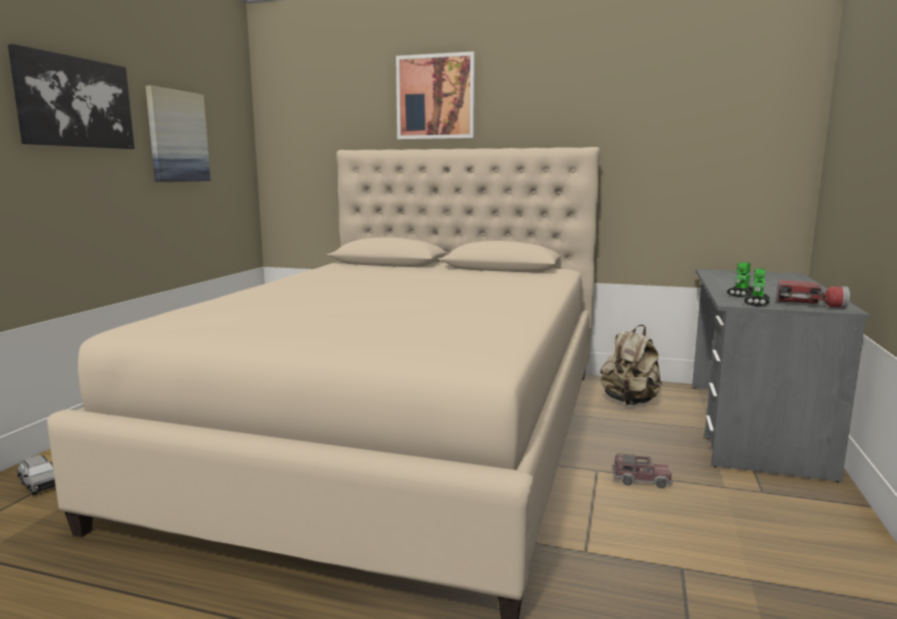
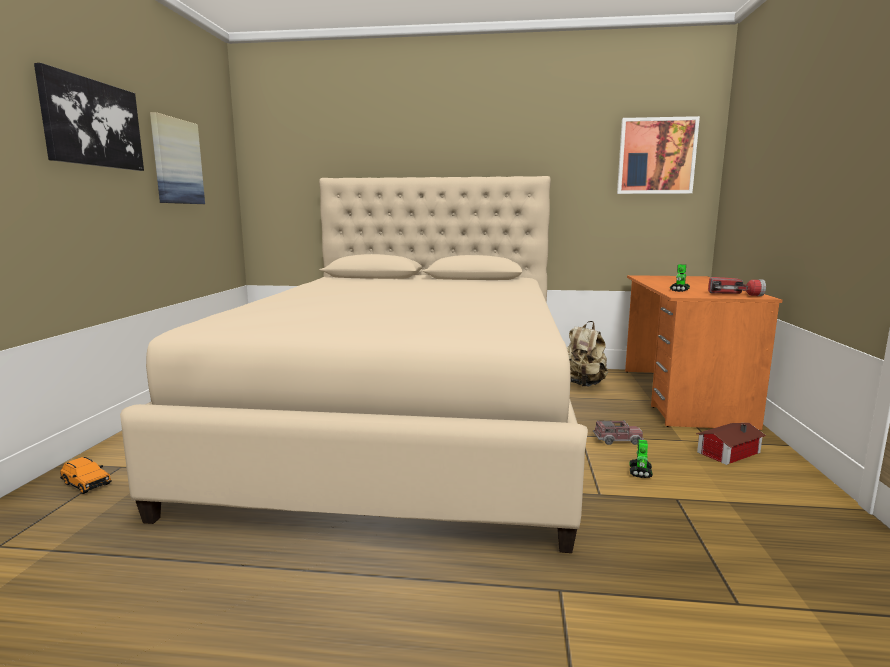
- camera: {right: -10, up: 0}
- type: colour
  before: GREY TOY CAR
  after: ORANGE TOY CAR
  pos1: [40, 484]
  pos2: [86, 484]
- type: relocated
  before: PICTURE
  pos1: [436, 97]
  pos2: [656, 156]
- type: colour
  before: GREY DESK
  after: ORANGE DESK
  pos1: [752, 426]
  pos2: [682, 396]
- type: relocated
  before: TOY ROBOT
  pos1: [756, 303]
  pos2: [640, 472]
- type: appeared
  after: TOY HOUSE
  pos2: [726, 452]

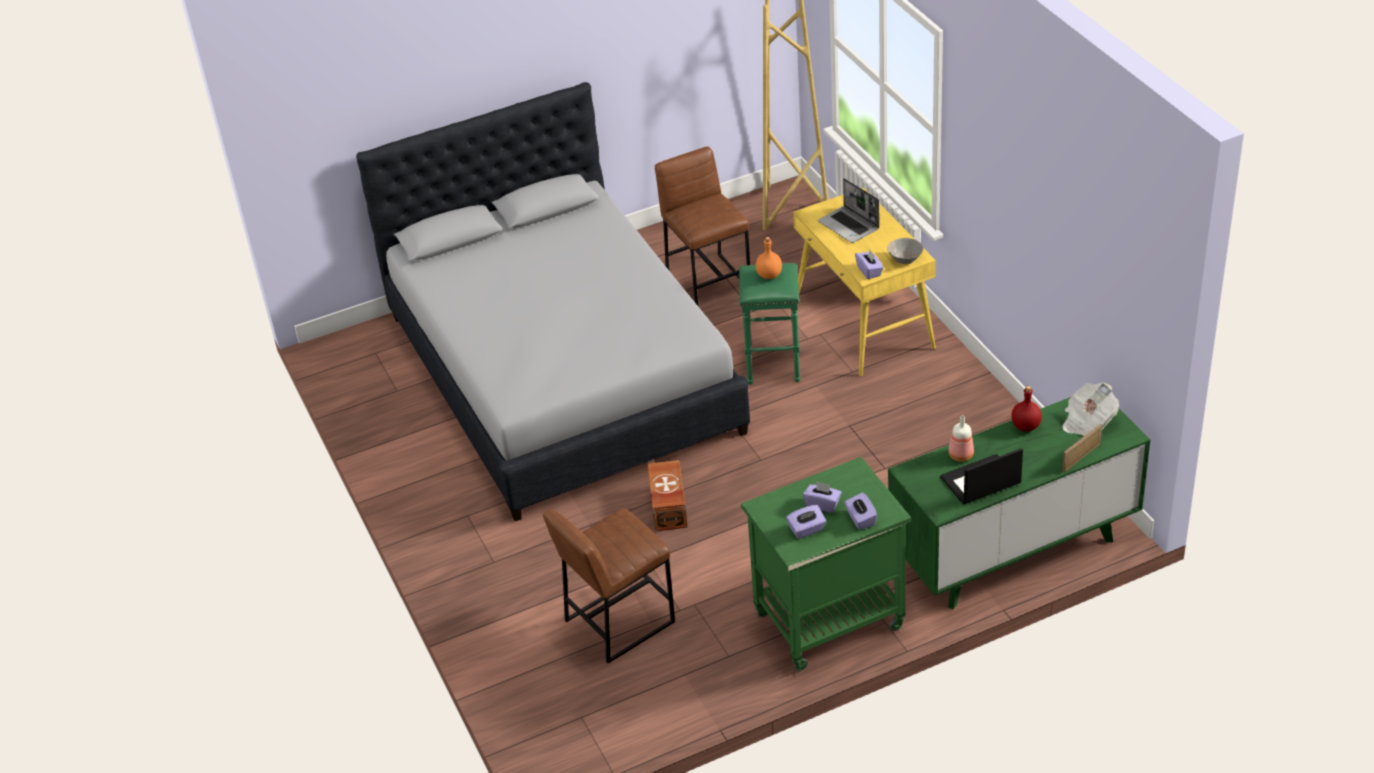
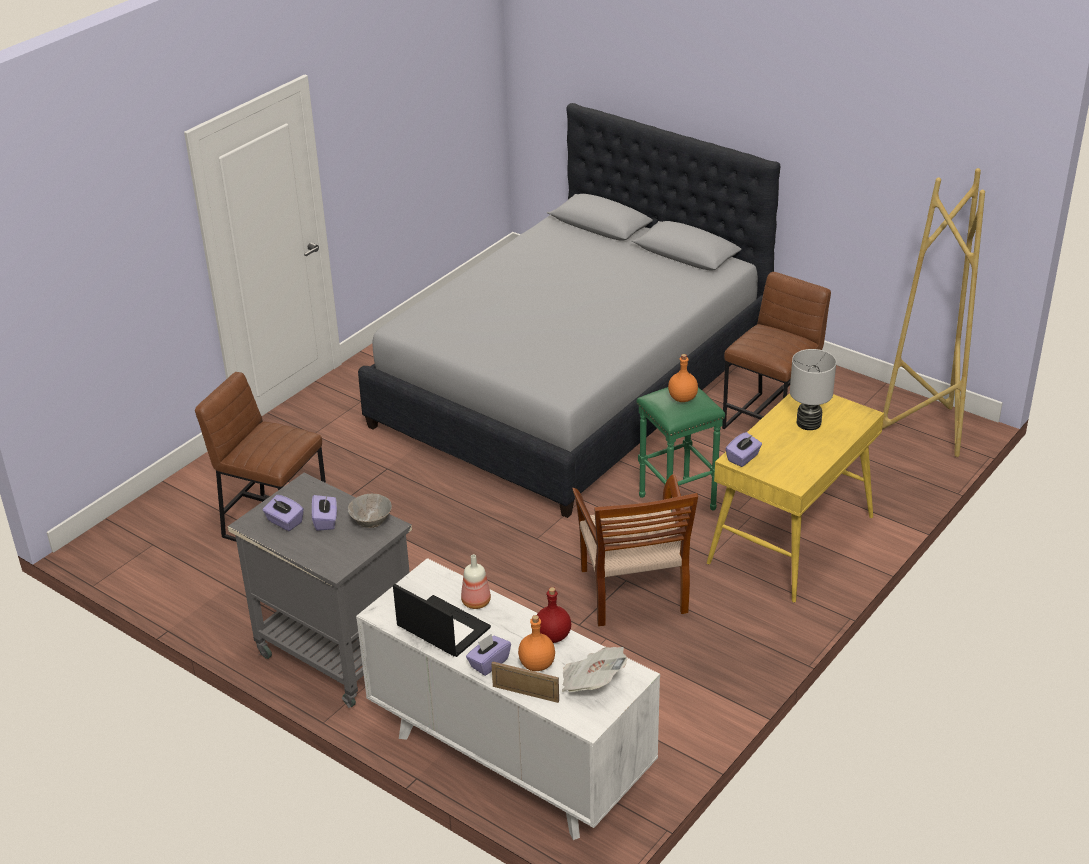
- camera: {right: 60, up: -5}
- type: missing
  before: BROWN STORAGE BOX
  pos1: [667, 507]
- type: colour
  before: GREEN CART
  after: GREY CART
  pos1: [827, 622]
  pos2: [336, 655]
- type: exchanged
  before: LAPTOP
  after: GREY TABLE LAMP
  pos1: [849, 226]
  pos2: [808, 423]
- type: relocated
  before: PURPLE TISSUE BOX
  pos1: [860, 519]
  pos2: [489, 663]
- type: relocated
  before: GREY BOWL
  pos1: [905, 260]
  pos2: [371, 522]
- type: colour
  before: GREEN DRESSER
  after: WHITE DRESSER
  pos1: [1013, 552]
  pos2: [510, 760]
- type: appeared
  after: ORANGE BOTTLE
  pos2: [537, 665]
- type: appeared
  after: BROWN ARMCHAIR
  pos2: [633, 592]

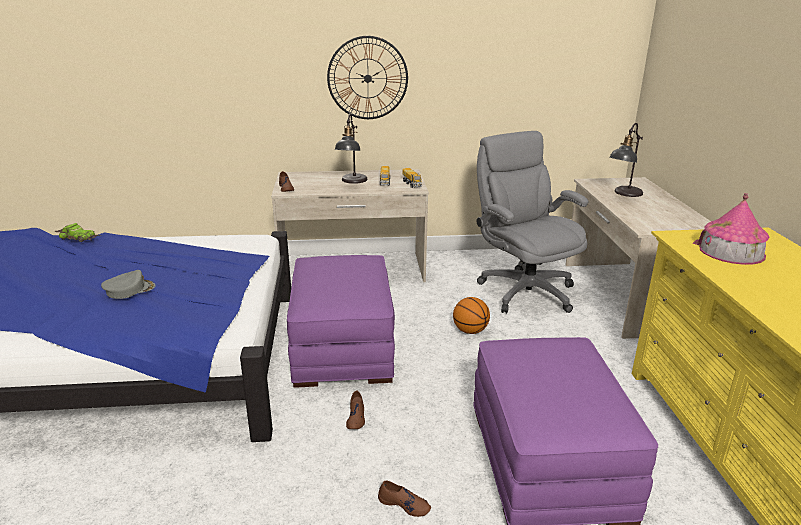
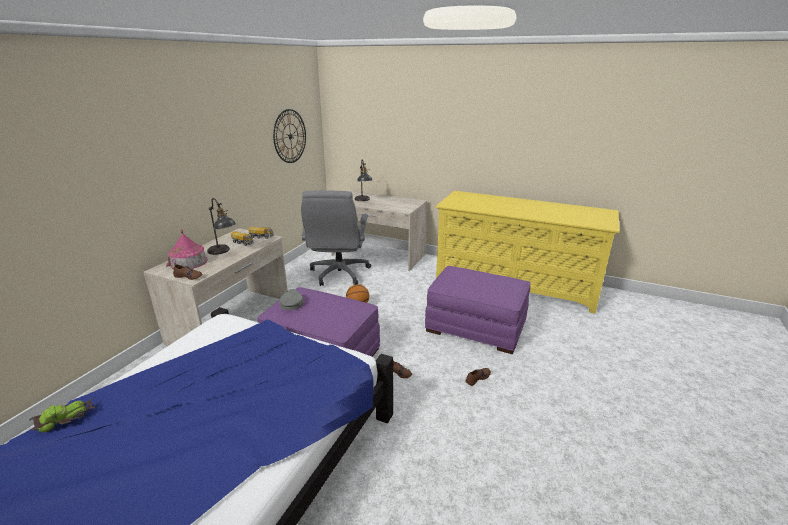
- camera: {right: -60, up: 0}
- type: relocated
  before: GREY CAP
  pos1: [129, 289]
  pos2: [292, 303]
- type: relocated
  before: WALL CLOCK
  pos1: [367, 78]
  pos2: [290, 136]
- type: spun
  before: GREY OFFICE CHAIR
  pos1: [523, 289]
  pos2: [338, 275]
  turn: -90
- type: relocated
  before: TOY HOUSE
  pos1: [731, 251]
  pos2: [188, 262]

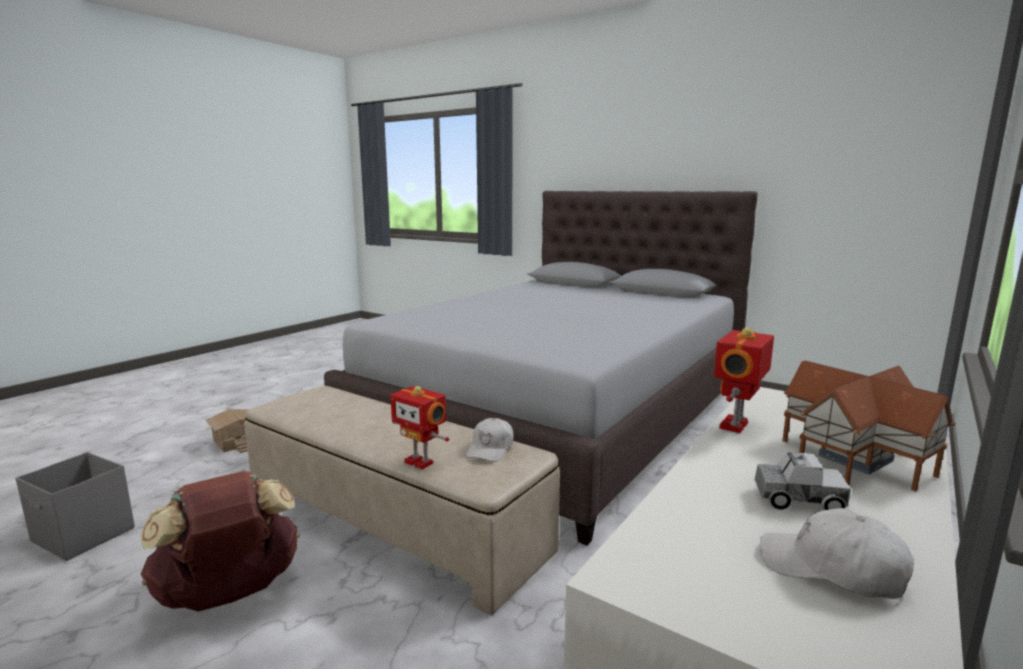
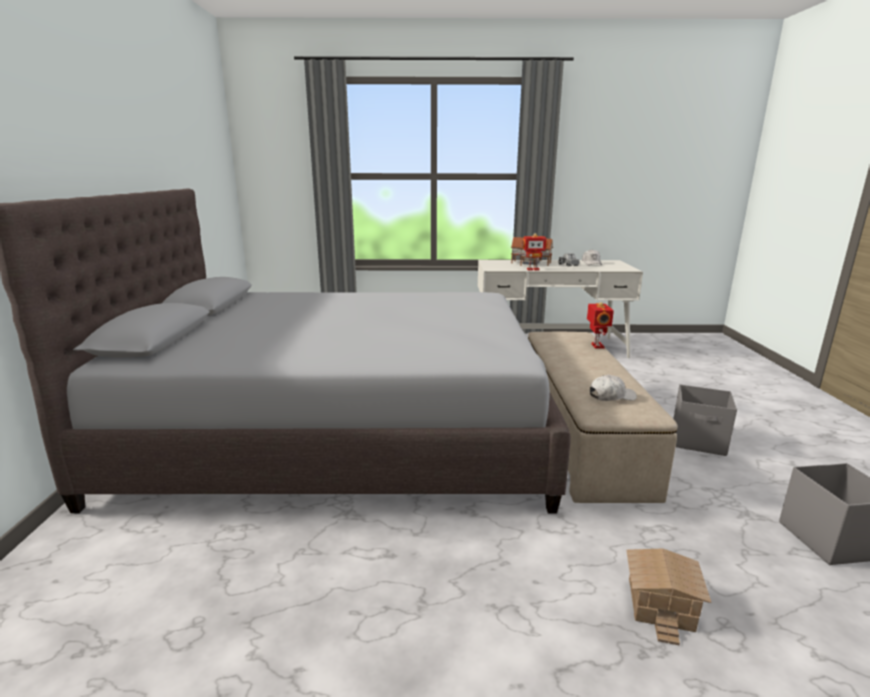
- camera: {right: -125, up: 5}
- type: exchanged
  before: BROWN BACKPACK
  after: GREY STORAGE BOX
  pos1: [230, 594]
  pos2: [699, 441]
- type: relocated
  before: WHITE CAP
  pos1: [490, 449]
  pos2: [611, 396]

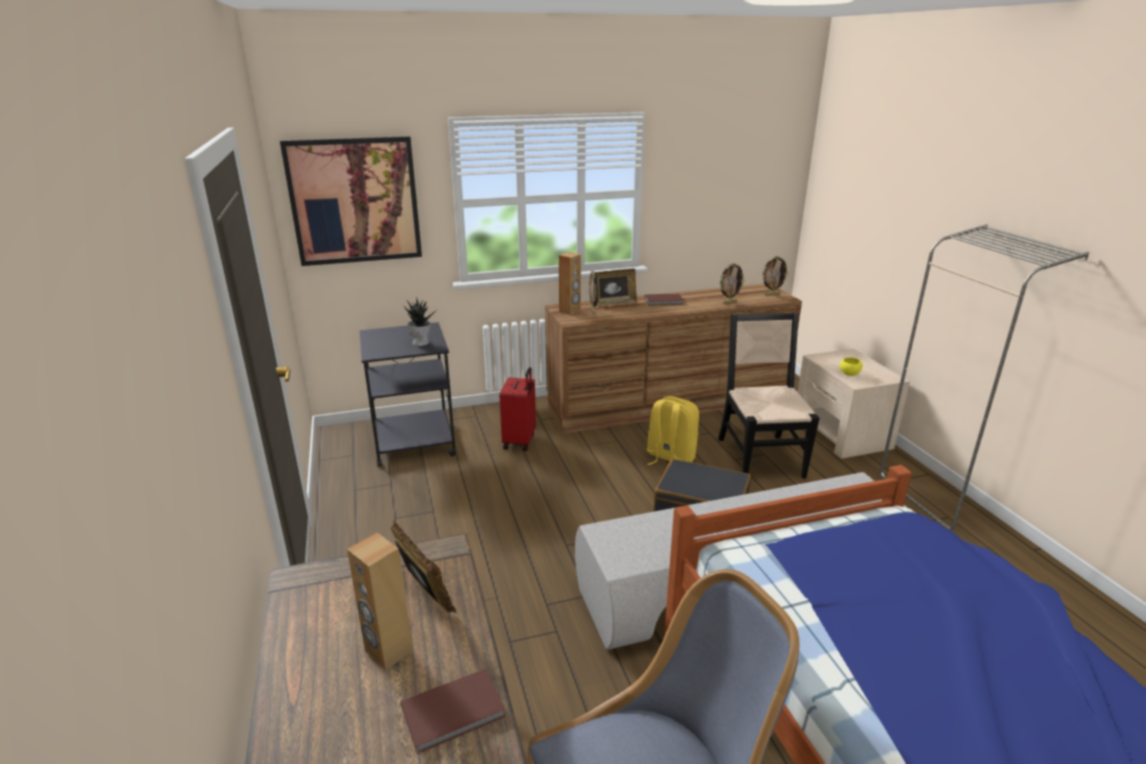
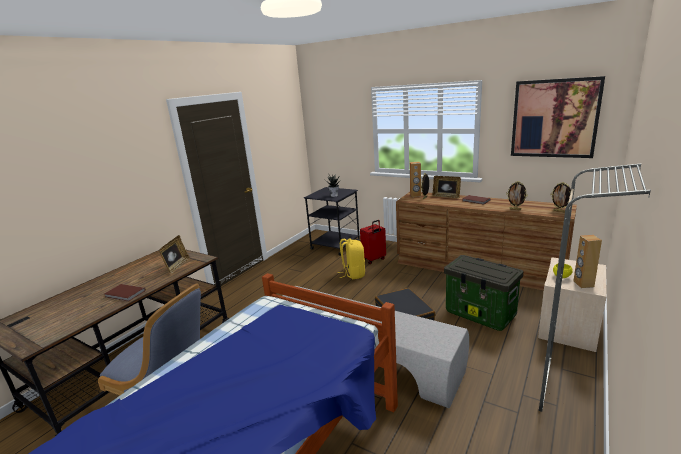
- camera: {right: 50, up: -5}
- type: relocated
  before: PICTURE
  pos1: [355, 201]
  pos2: [554, 118]
- type: relocated
  before: BROWN SPEAKER
  pos1: [388, 651]
  pos2: [583, 284]
- type: relocated
  before: YELLOW BACKPACK
  pos1: [669, 457]
  pos2: [353, 274]
- type: exchanged
  before: CHAIR
  after: STORAGE BOX
  pos1: [760, 458]
  pos2: [481, 314]

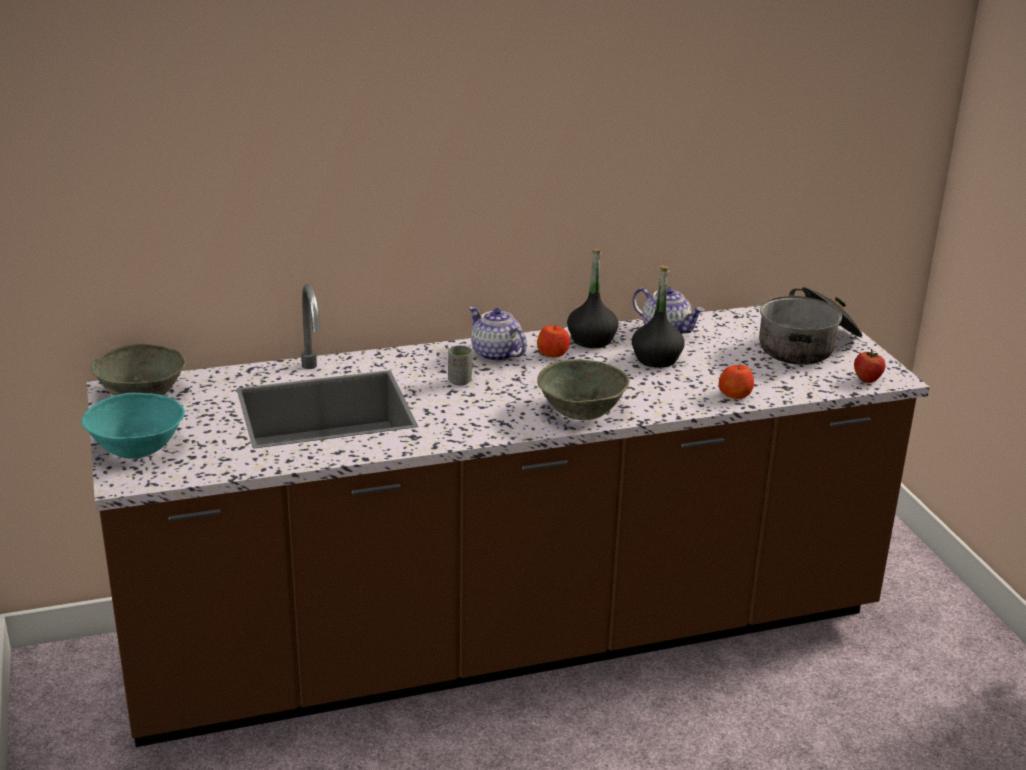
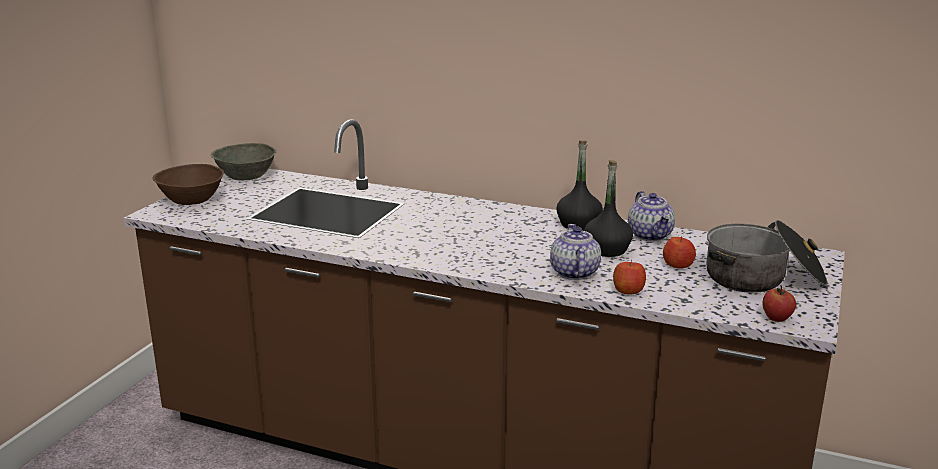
- camera: {right: 40, up: -5}
- type: colour
  before: TURQUOISE BOWL
  after: BROWN BOWL
  pos1: [137, 447]
  pos2: [193, 200]
- type: missing
  before: GREY CUP
  pos1: [460, 381]
- type: relocated
  before: TEAPOT
  pos1: [495, 354]
  pos2: [573, 272]
- type: relocated
  before: APPLE
  pos1: [553, 354]
  pos2: [678, 265]
- type: missing
  before: GREY BOWL
  pos1: [582, 411]

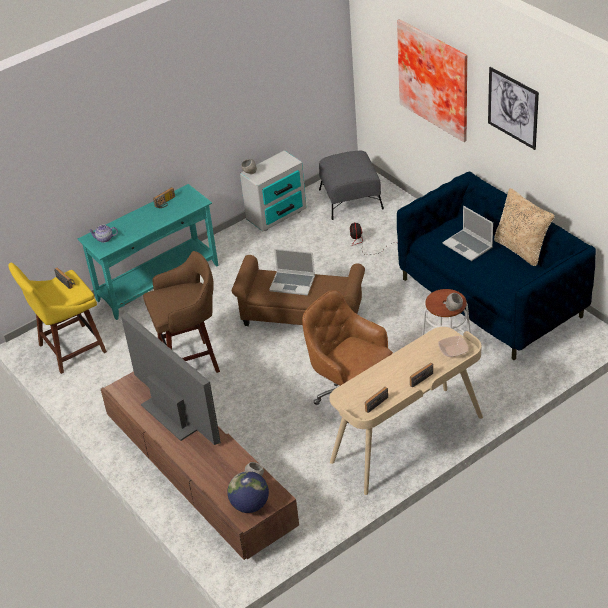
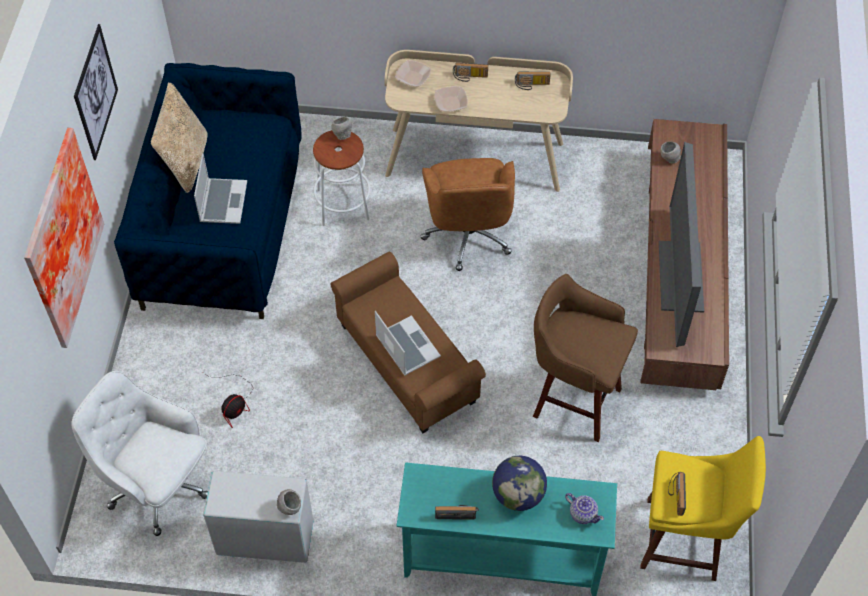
- camera: {right: -140, up: 15}
- type: relocated
  before: GLOBE
  pos1: [250, 505]
  pos2: [518, 495]
- type: exchanged
  before: GREY OTTOMAN
  after: WHITE OFFICE CHAIR
  pos1: [350, 199]
  pos2: [159, 486]
- type: appeared
  after: BOWL
  pos2: [451, 103]

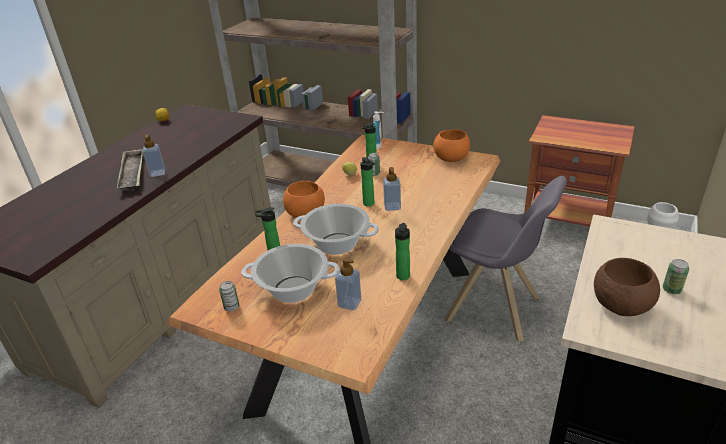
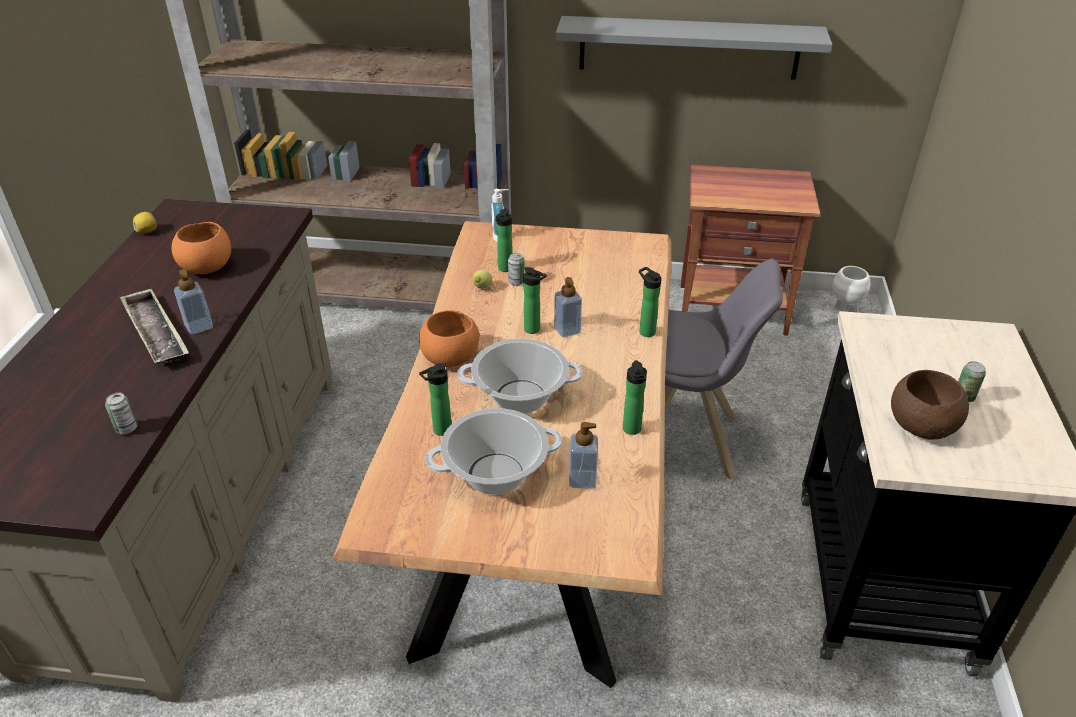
- camera: {right: -20, up: 5}
- type: relocated
  before: CAN
  pos1: [231, 307]
  pos2: [127, 428]
- type: relocated
  before: ORANGE BOWL
  pos1: [452, 158]
  pos2: [208, 266]
- type: appeared
  after: GREY SHELF
  pos2: [688, 47]
- type: appeared
  after: BOTTLE
  pos2: [645, 331]

